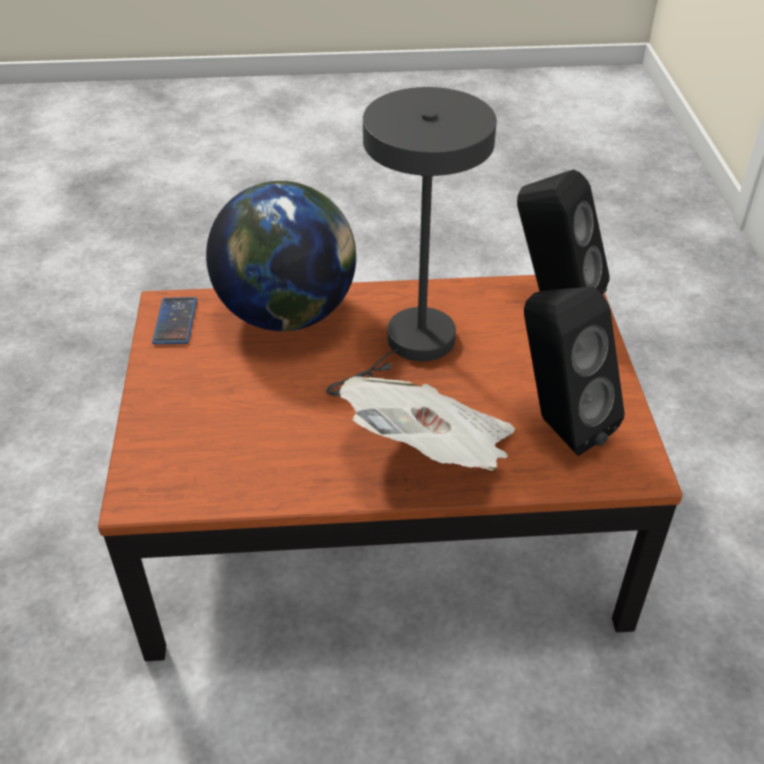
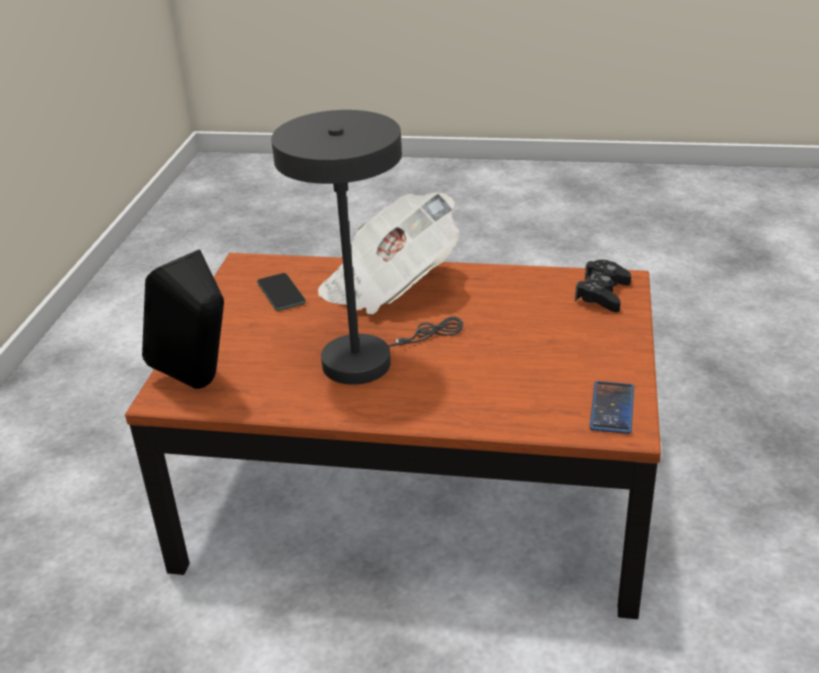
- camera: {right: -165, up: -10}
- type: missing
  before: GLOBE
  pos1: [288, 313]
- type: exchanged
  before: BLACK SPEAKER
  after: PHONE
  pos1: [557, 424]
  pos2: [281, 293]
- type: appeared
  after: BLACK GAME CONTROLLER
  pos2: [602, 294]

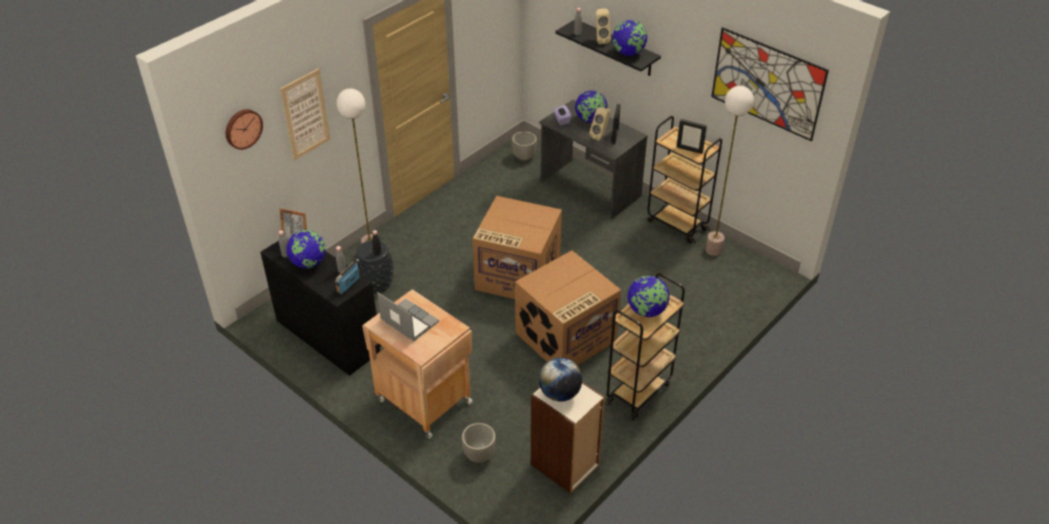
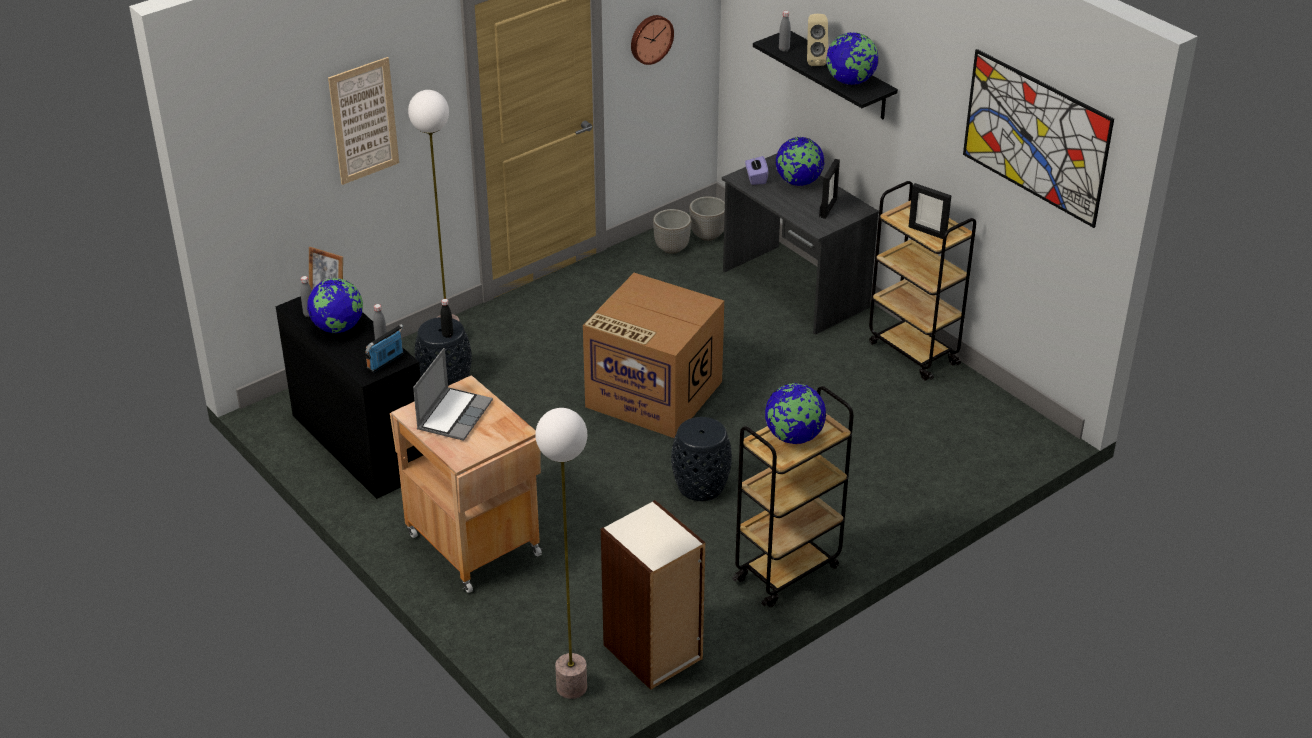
- camera: {right: 10, up: -5}
- type: relocated
  before: WALL CLOCK
  pos1: [242, 128]
  pos2: [650, 38]
- type: spun
  before: LAPTOP
  pos1: [408, 321]
  pos2: [454, 415]
  turn: 60
- type: relocated
  before: PLANTER
  pos1: [479, 455]
  pos2: [671, 248]
- type: exchanged
  before: CARDBOARD BOX
  after: BLACK STOOL
  pos1: [565, 338]
  pos2: [700, 486]
- type: missing
  before: GLOBE
  pos1: [559, 393]
- type: missing
  before: BEIGE SPEAKER
  pos1: [600, 136]
- type: relocated
  before: FLOOR LAMP
  pos1: [713, 250]
  pos2: [571, 687]

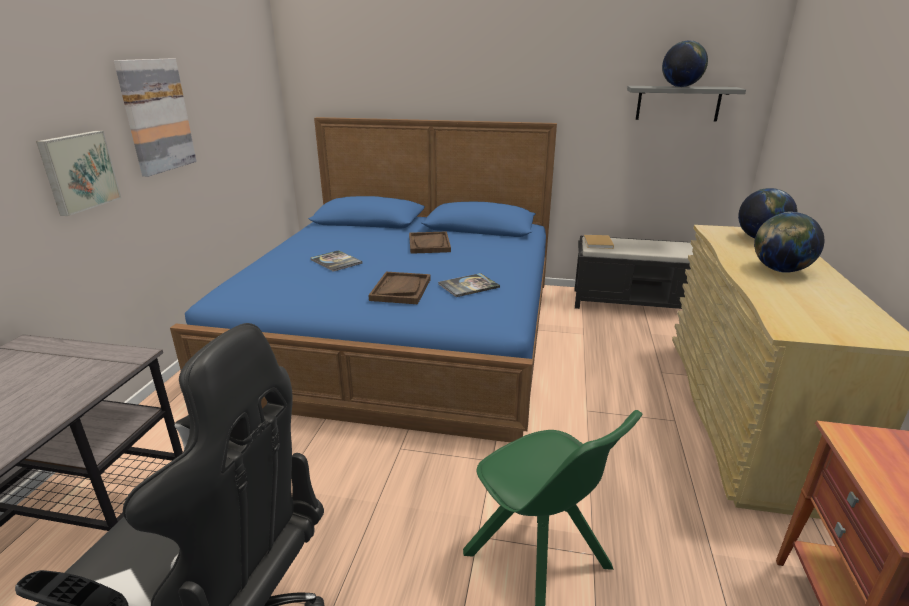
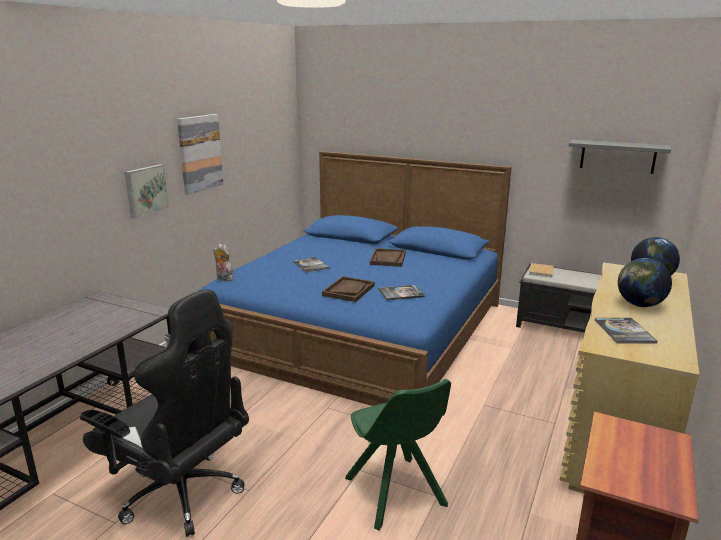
- camera: {right: 15, up: -5}
- type: missing
  before: GLOBE
  pos1: [680, 87]
- type: appeared
  after: PLUSH TOY
  pos2: [223, 279]
- type: appeared
  after: BOOK
  pos2: [624, 331]

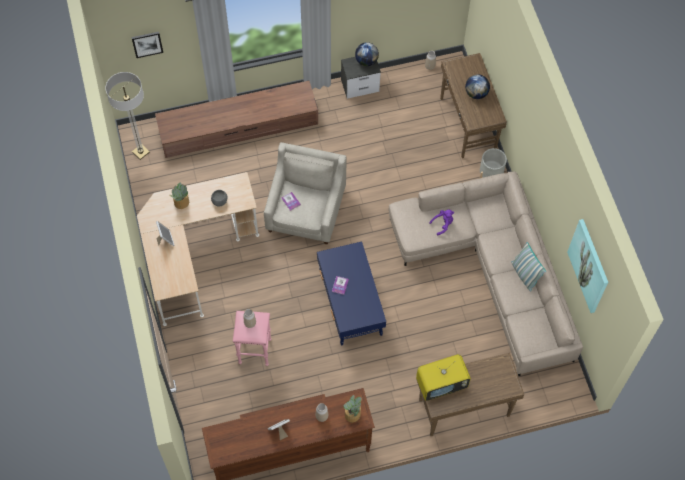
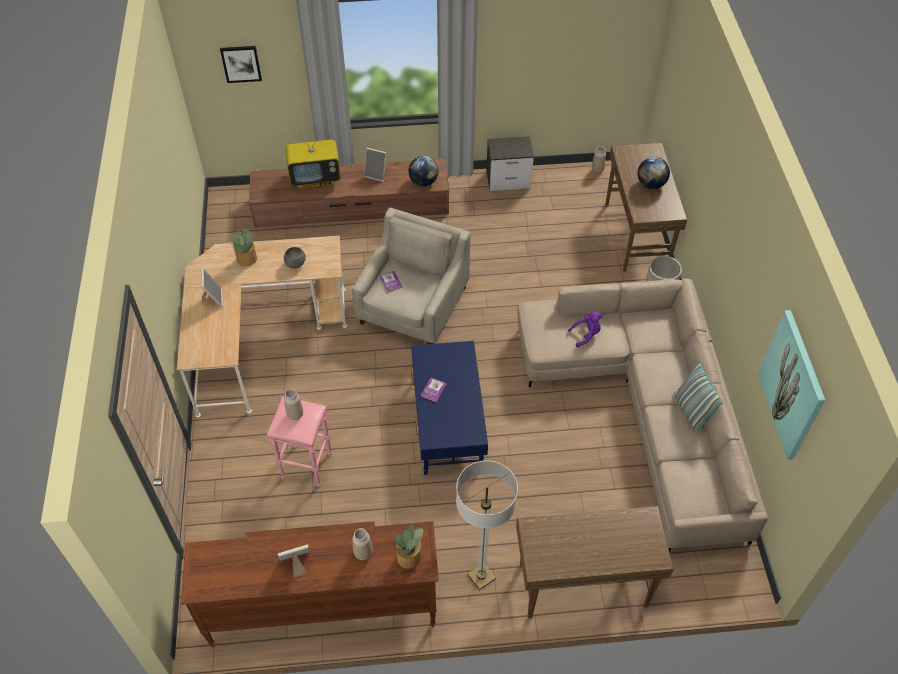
- camera: {right: 10, up: -10}
- type: relocated
  before: FLOOR LAMP
  pos1: [141, 152]
  pos2: [481, 576]
- type: relocated
  before: GLOBE
  pos1: [366, 61]
  pos2: [423, 182]
- type: relocated
  before: TELEVISION
  pos1: [441, 384]
  pos2: [315, 178]
- type: appeared
  after: PICTURE FRAME
  pos2: [376, 174]

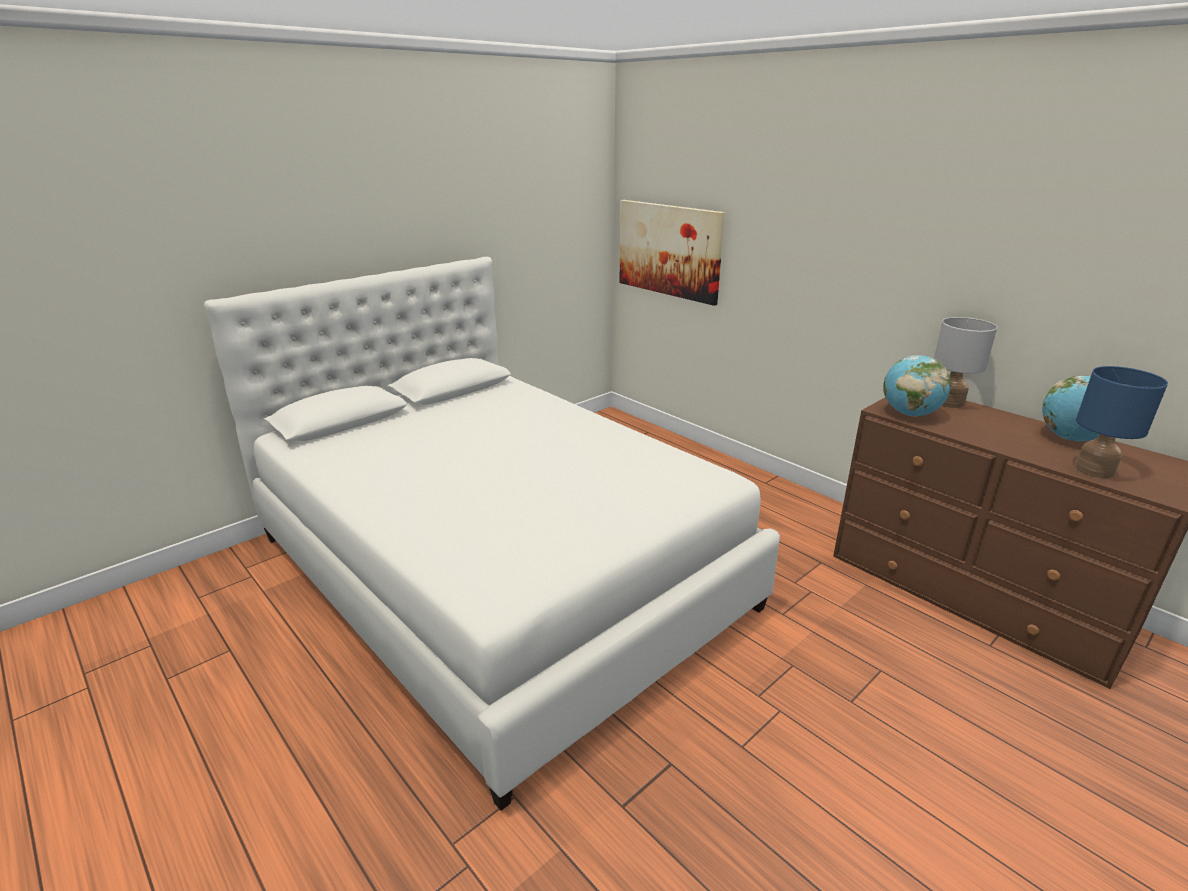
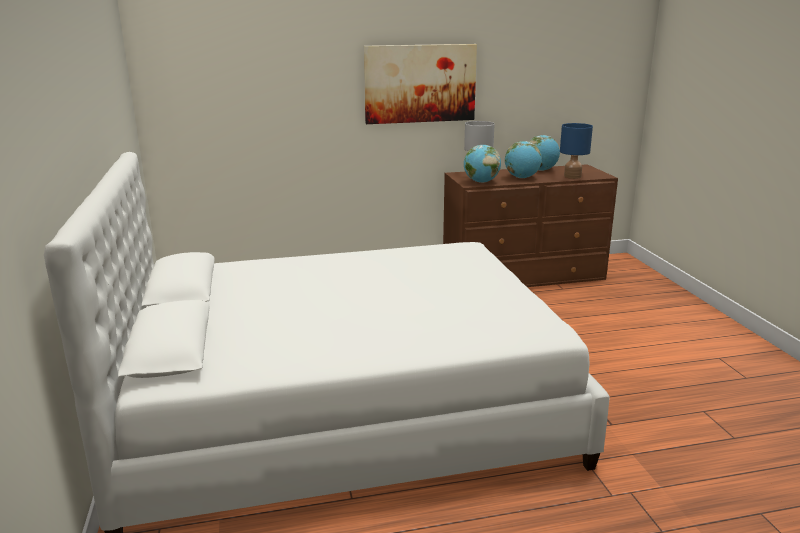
- camera: {right: -60, up: -5}
- type: relocated
  before: PICTURE
  pos1: [669, 250]
  pos2: [420, 83]
- type: appeared
  after: GLOBE
  pos2: [522, 178]

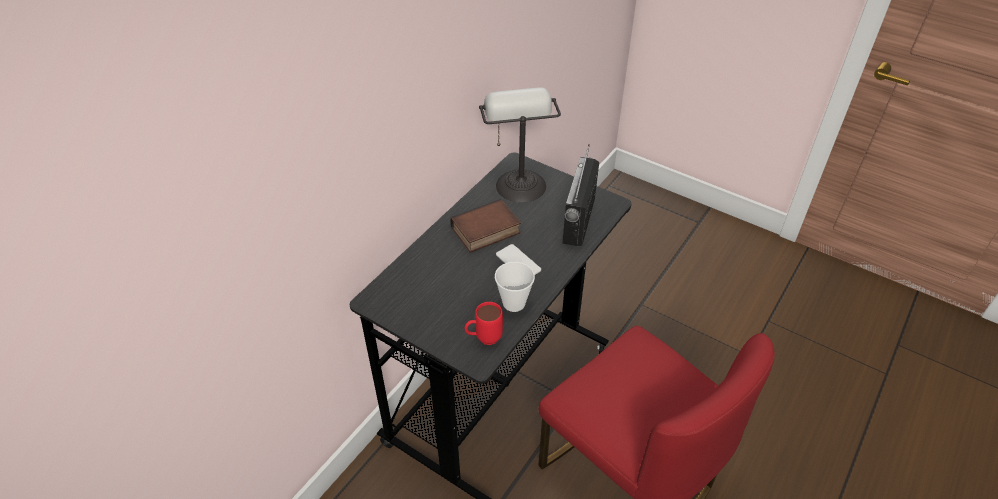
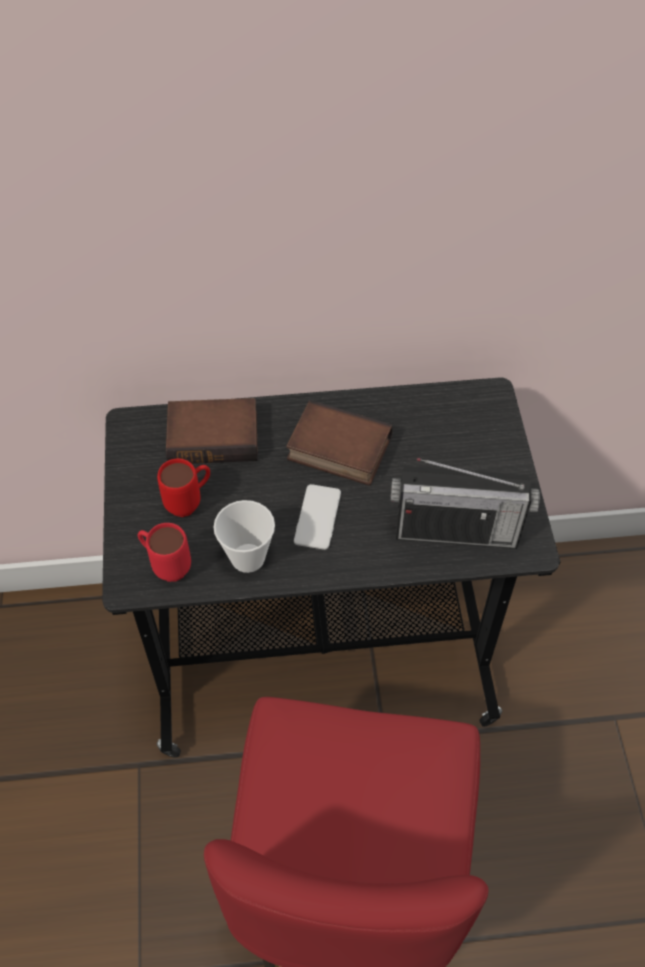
- camera: {right: 50, up: 10}
- type: missing
  before: TABLE LAMP
  pos1: [517, 178]
- type: spun
  before: RADIO
  pos1: [578, 220]
  pos2: [456, 531]
  turn: -150
- type: appeared
  after: RED MUG
  pos2: [190, 502]
- type: appeared
  after: BOOK
  pos2: [215, 435]

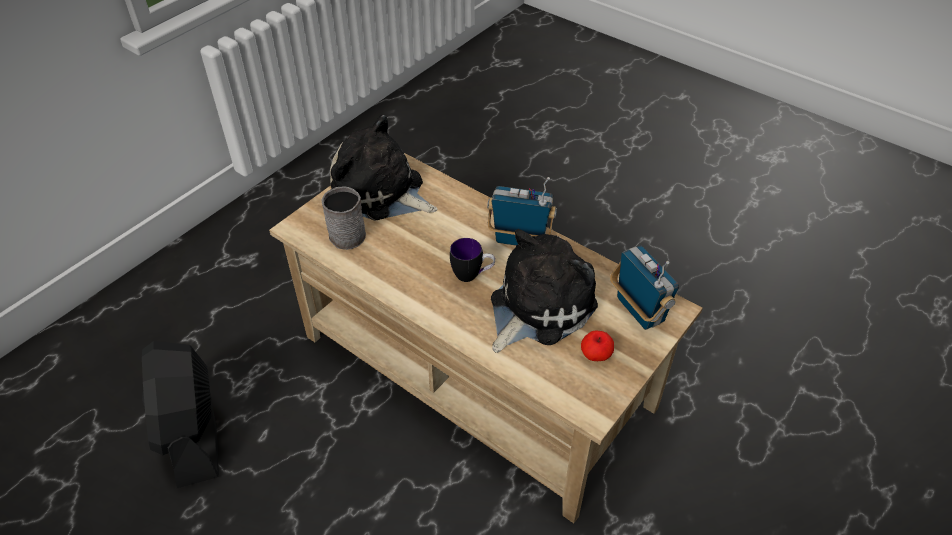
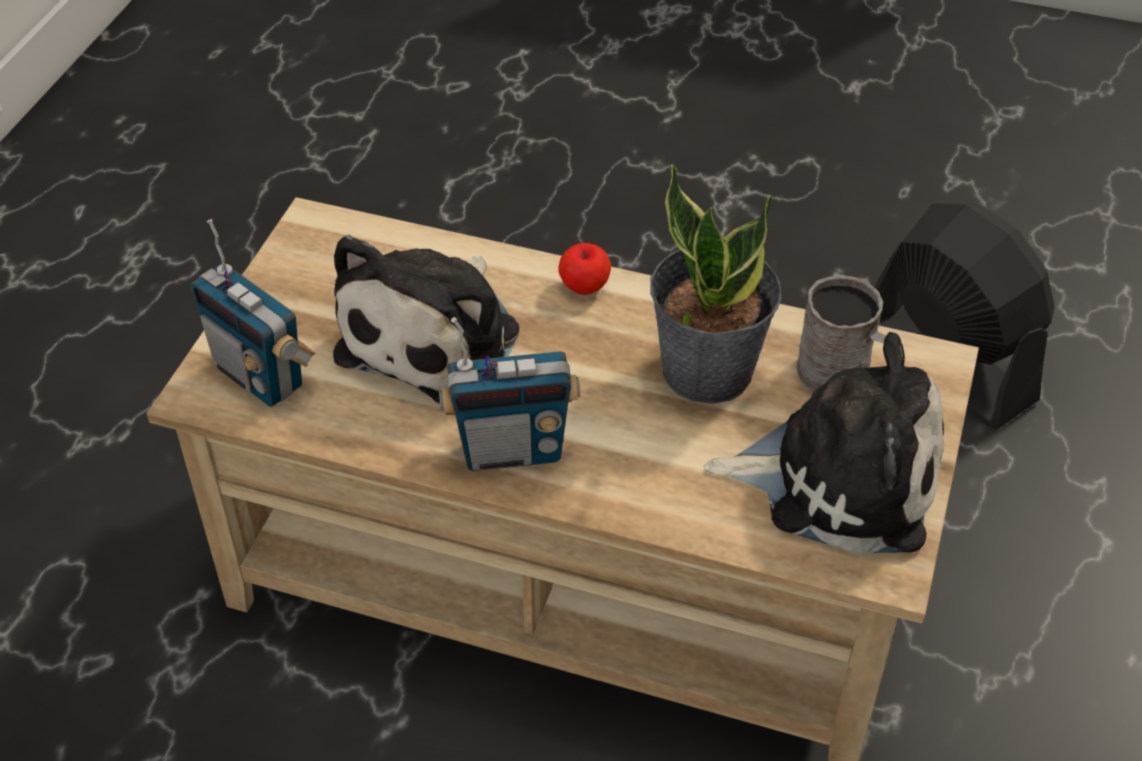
- camera: {right: 160, up: 0}
- type: missing
  before: MUG
  pos1: [472, 275]
- type: relocated
  before: APPLE
  pos1: [595, 356]
  pos2: [585, 286]
- type: appeared
  after: POTTED PLANT
  pos2: [707, 369]

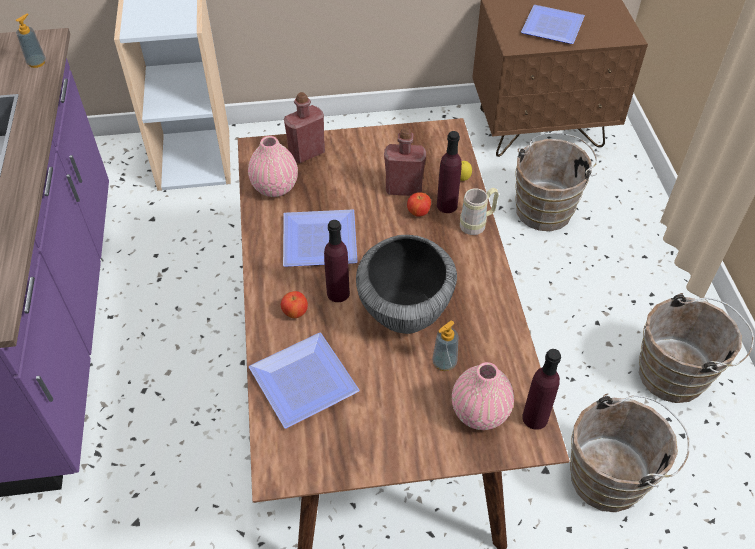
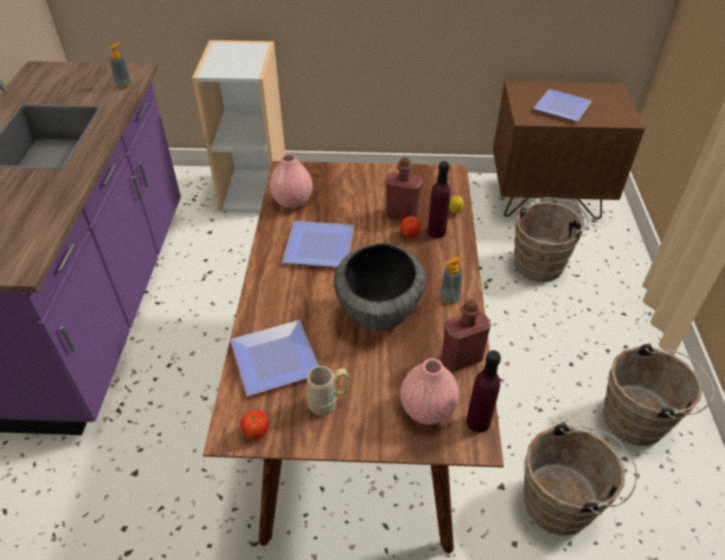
- camera: {right: 10, up: -5}
- type: relocated
  before: APPLE
  pos1: [295, 313]
  pos2: [256, 432]
- type: relocated
  before: RED BOTTLE
  pos1: [307, 153]
  pos2: [461, 358]
- type: missing
  before: PURPLE BOTTLE
  pos1: [338, 293]
- type: relocated
  before: SOAP DISPENSER
  pos1: [444, 362]
  pos2: [449, 298]
- type: relocated
  before: BEIGE MUG
  pos1: [477, 225]
  pos2: [328, 403]

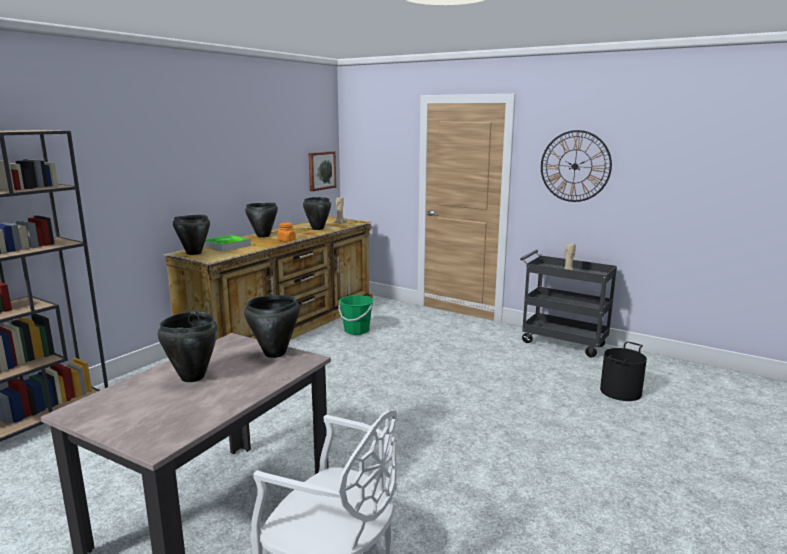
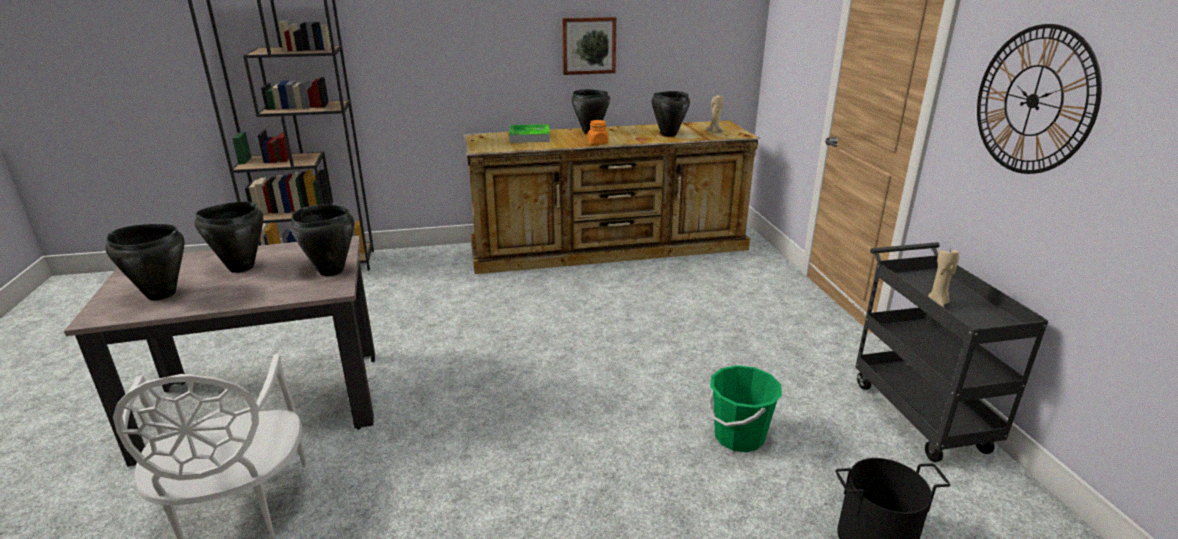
- camera: {right: 45, up: 10}
- type: relocated
  before: BLACK COOKING POT
  pos1: [193, 253]
  pos2: [161, 294]
- type: relocated
  before: PICTURE
  pos1: [321, 170]
  pos2: [588, 45]
- type: relocated
  before: GREEN BUCKET
  pos1: [356, 330]
  pos2: [739, 436]

